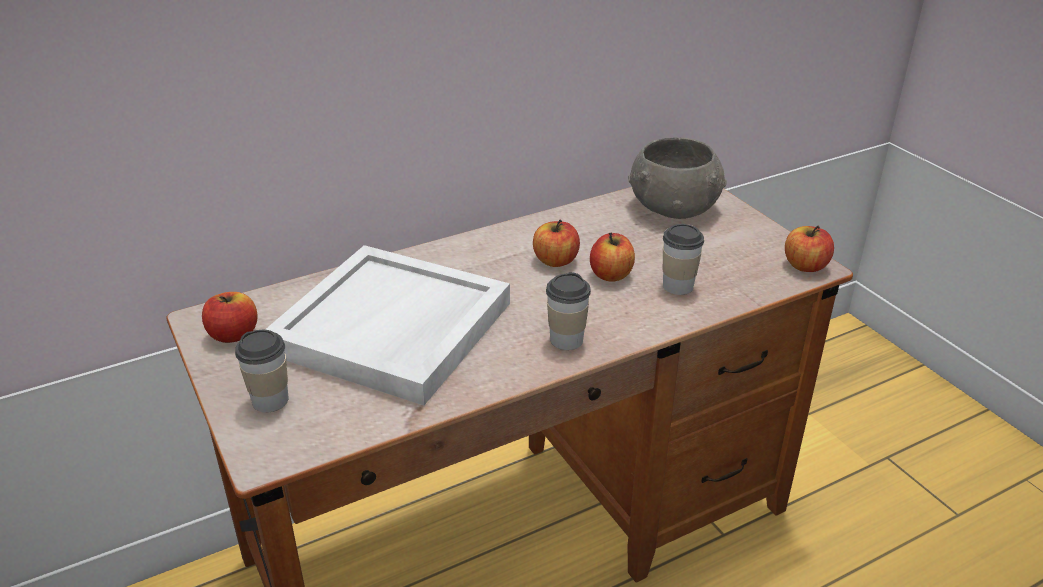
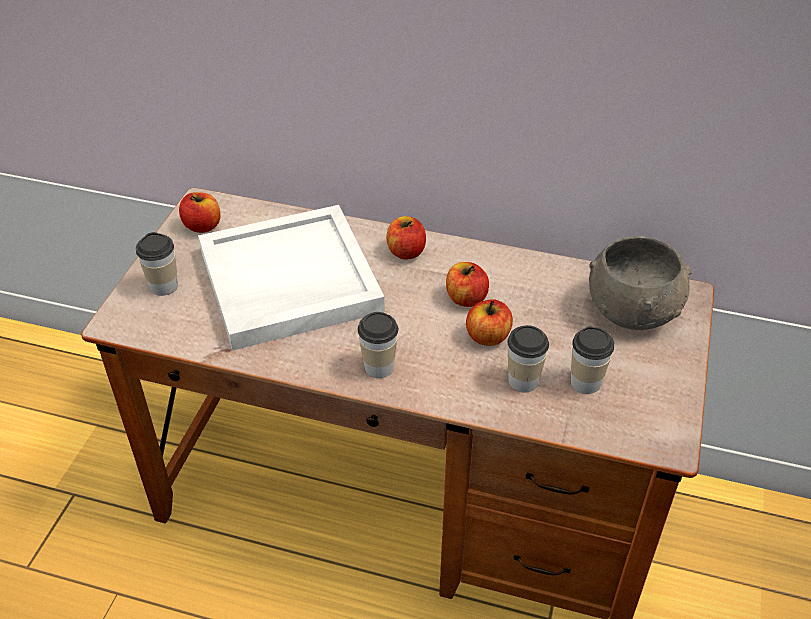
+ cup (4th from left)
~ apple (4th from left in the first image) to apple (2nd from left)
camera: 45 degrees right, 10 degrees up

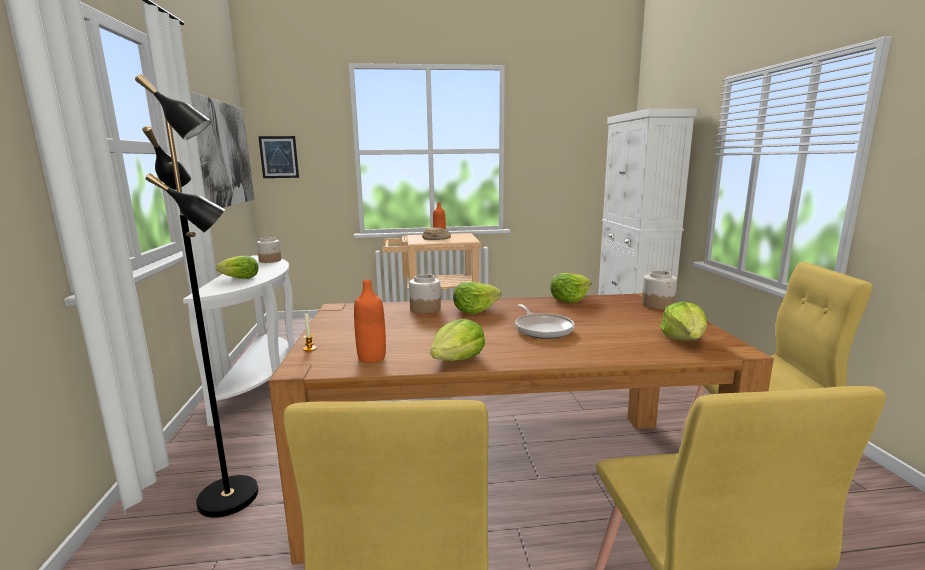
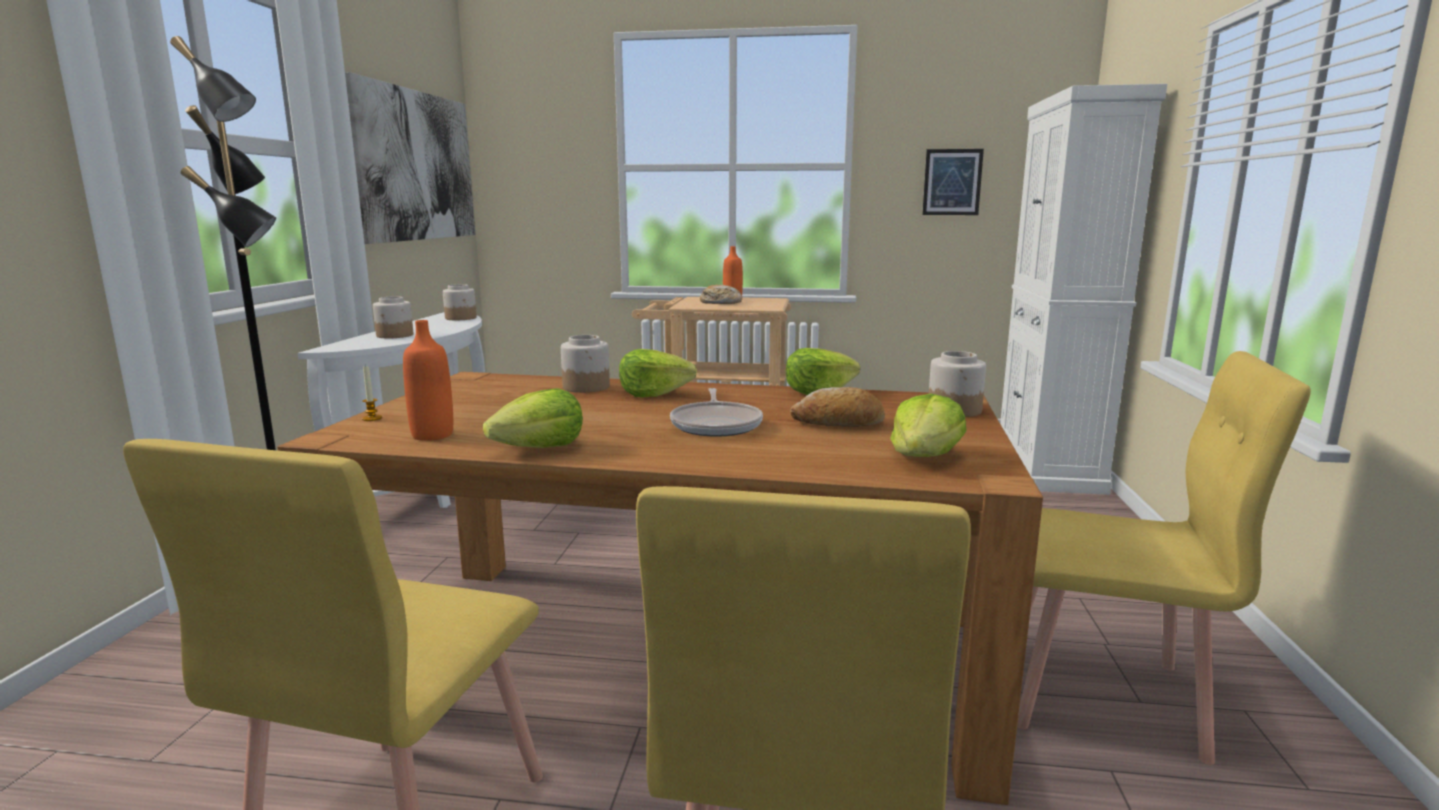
+ bread (2nd from left)
~ picture (2nd from left)
~ lettuce (1st from left) to jar (1st from left)
camera: 15 degrees right, 0 degrees up

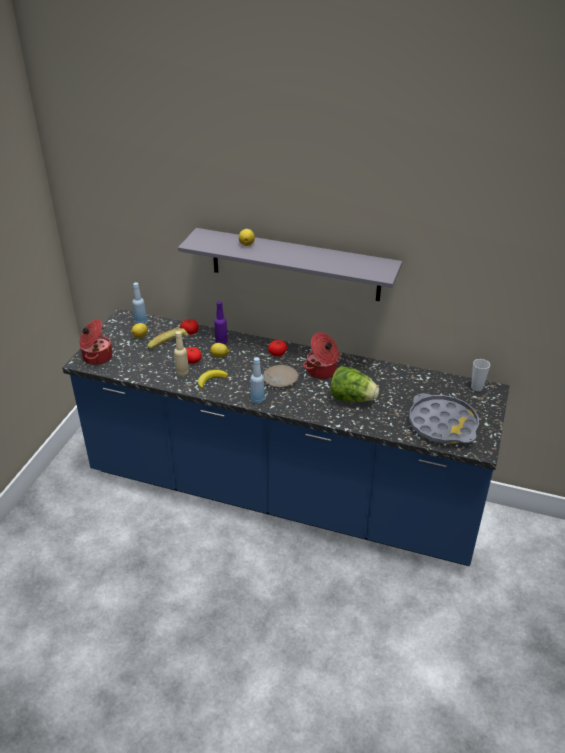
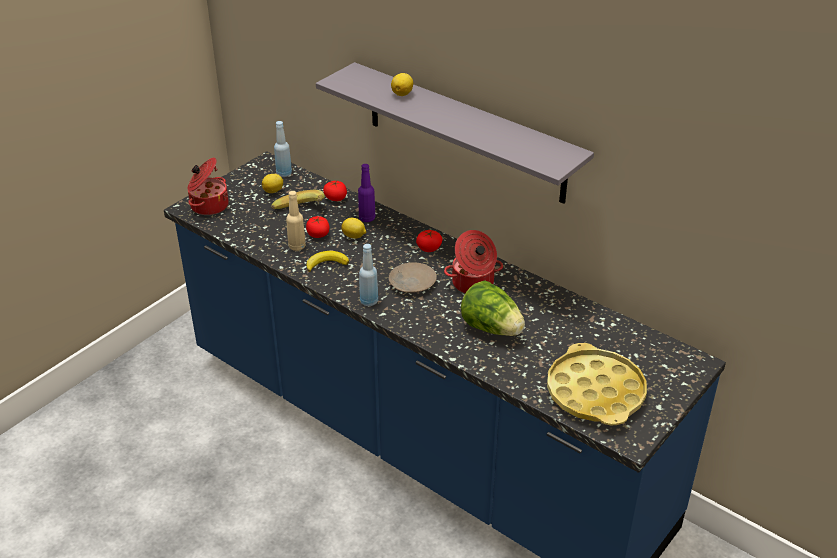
- cup
~ grey tray to yellow tray
camera: 20 degrees right, 0 degrees up

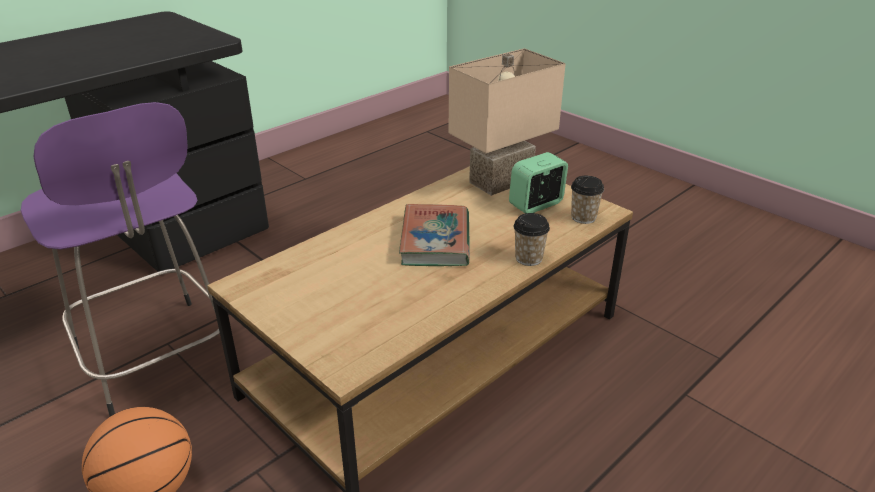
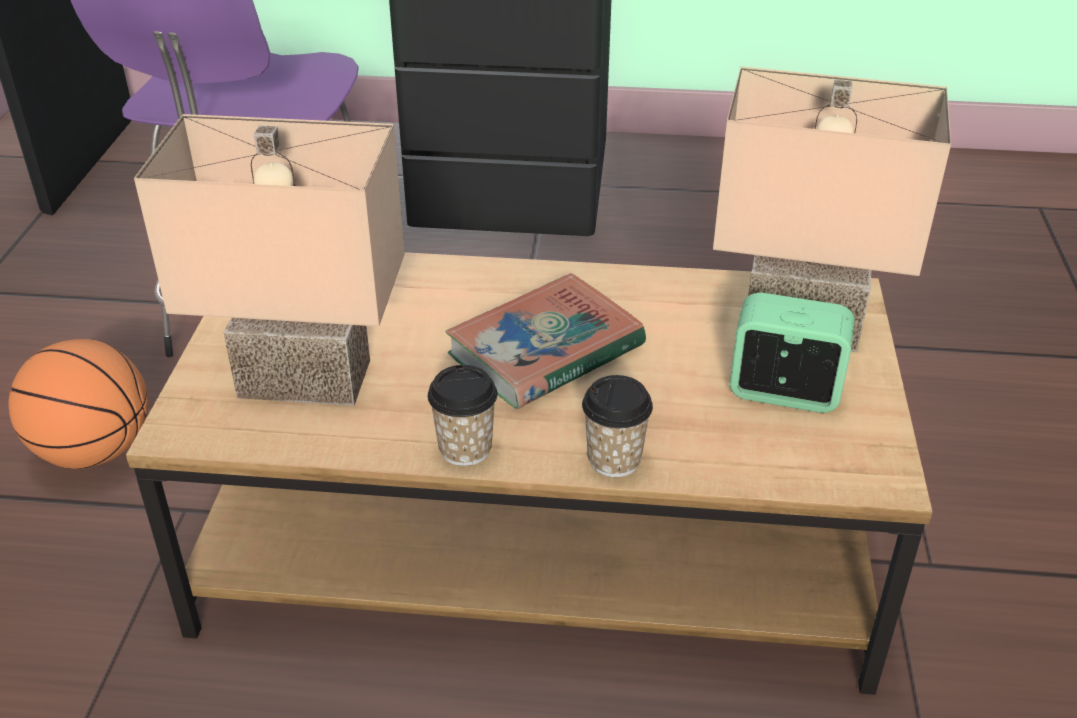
+ beige table lamp (1st from left)
~ cup (2nd from left in the first image) to cup (1st from left)
camera: 50 degrees right, 5 degrees up

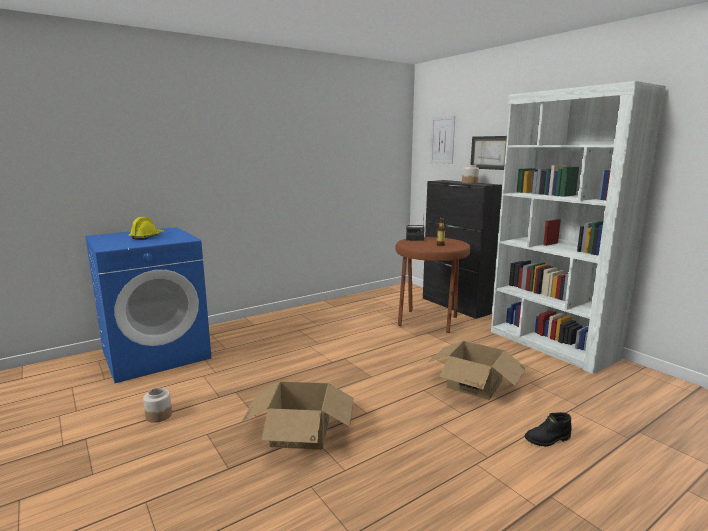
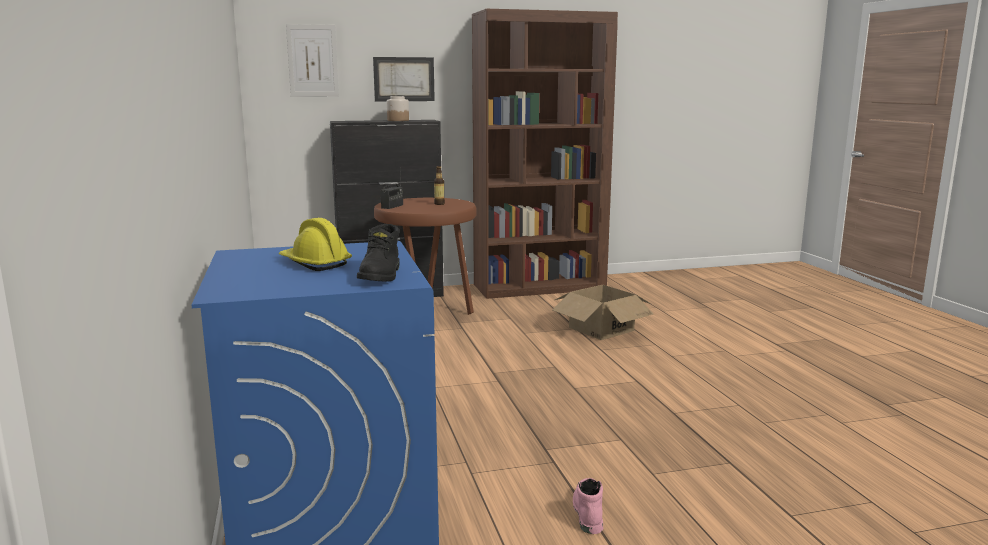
- cardboard box (1st from left)
~ black boot
~ jar (1st from left) to pink boot
~ white bookcase to brown bookcase
camera: 70 degrees left, 0 degrees up

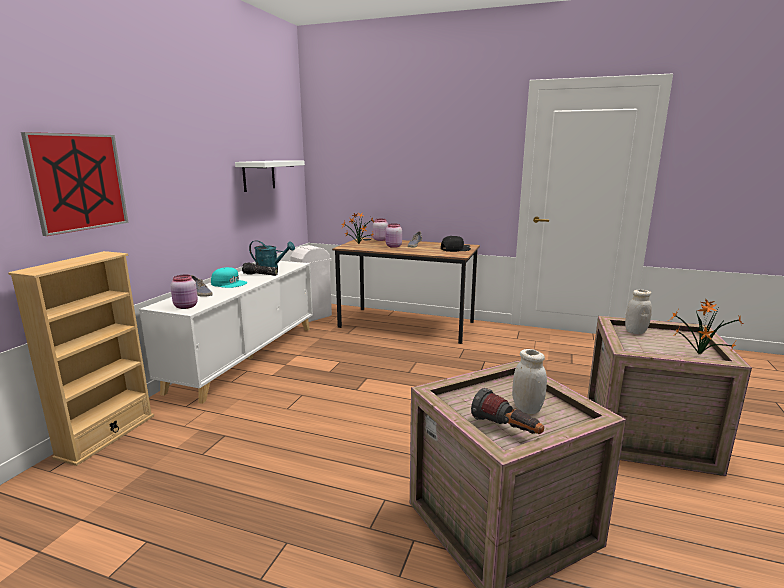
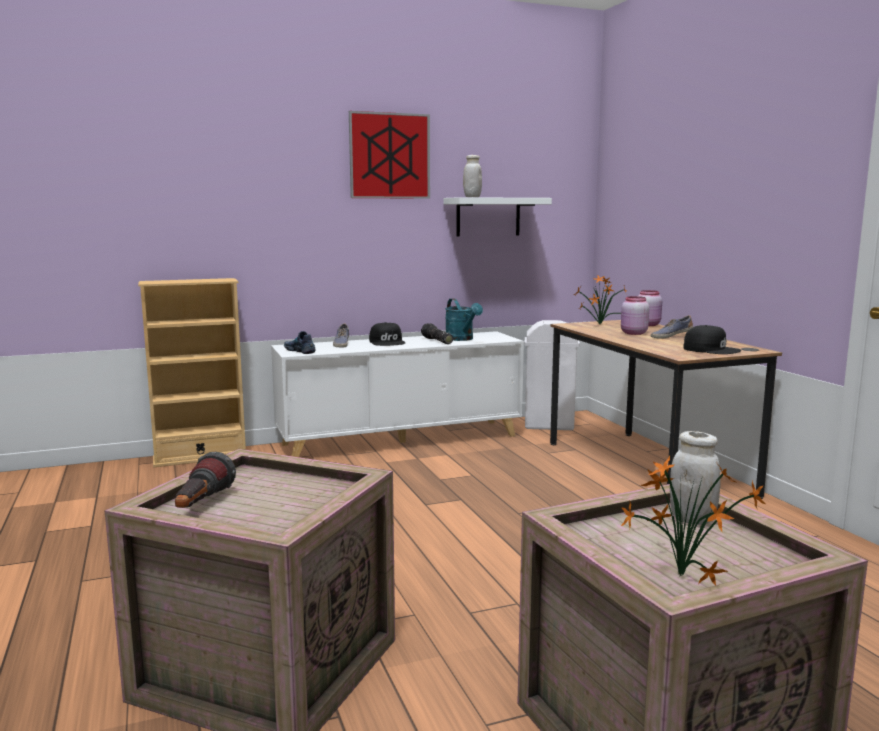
~ picture
~ white jar (1st from left)
~ pink jar (1st from left) to shoe (1st from left)
~ turquoise cap to black cap (1st from left)
camera: 50 degrees right, 5 degrees down

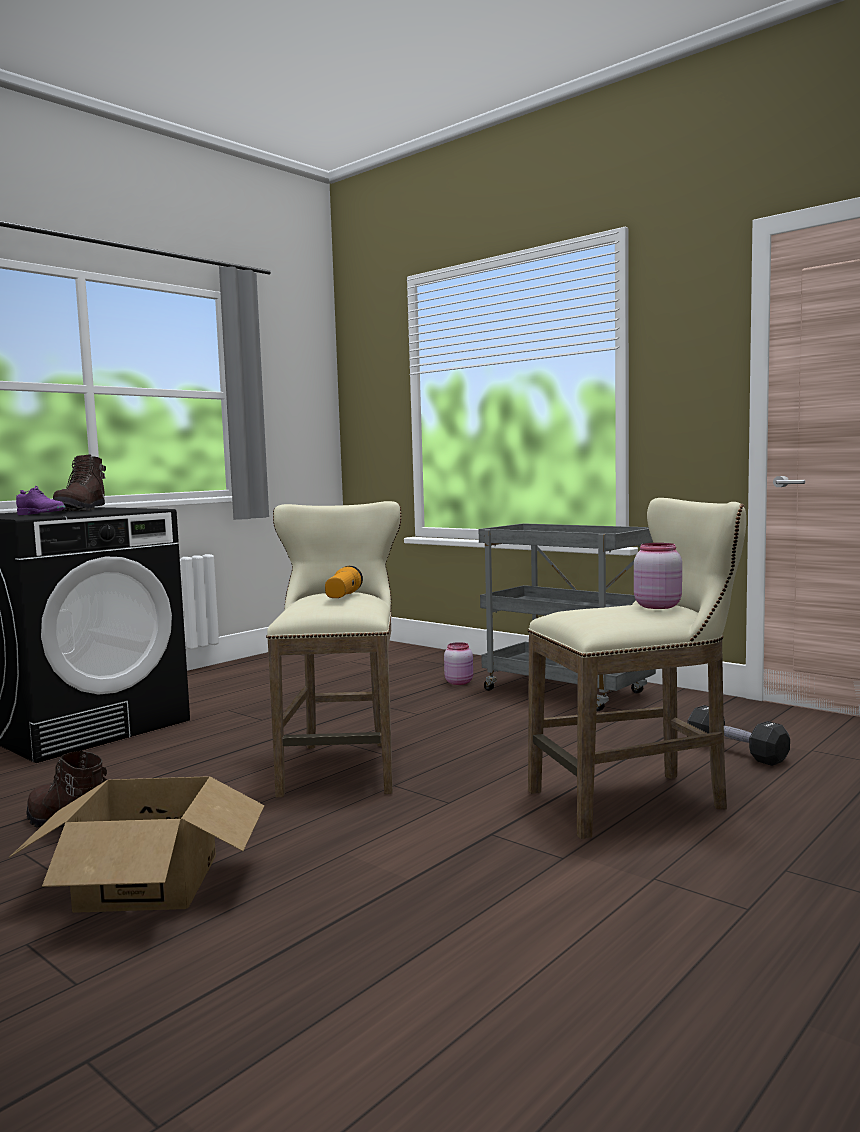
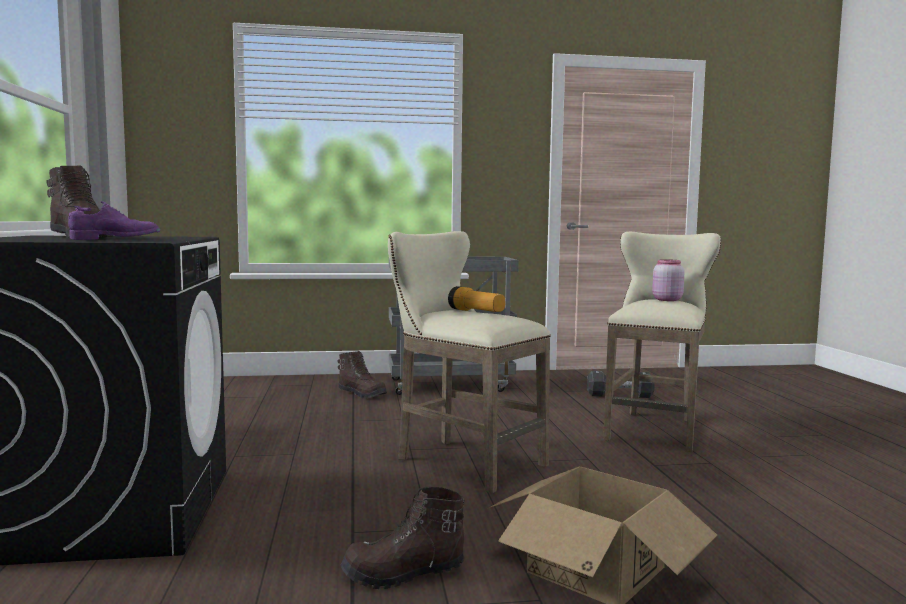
~ pink jar (1st from left) to brown boot (2nd from left)
camera: 50 degrees left, 0 degrees up

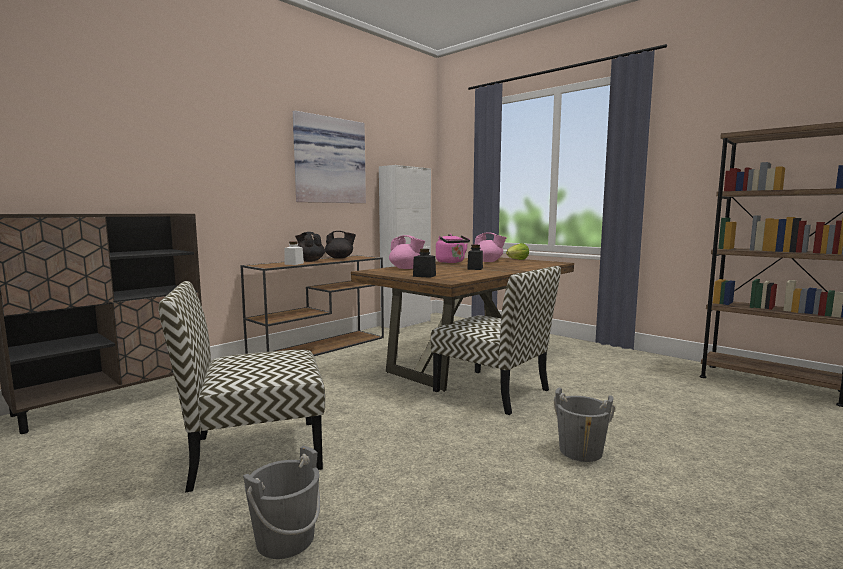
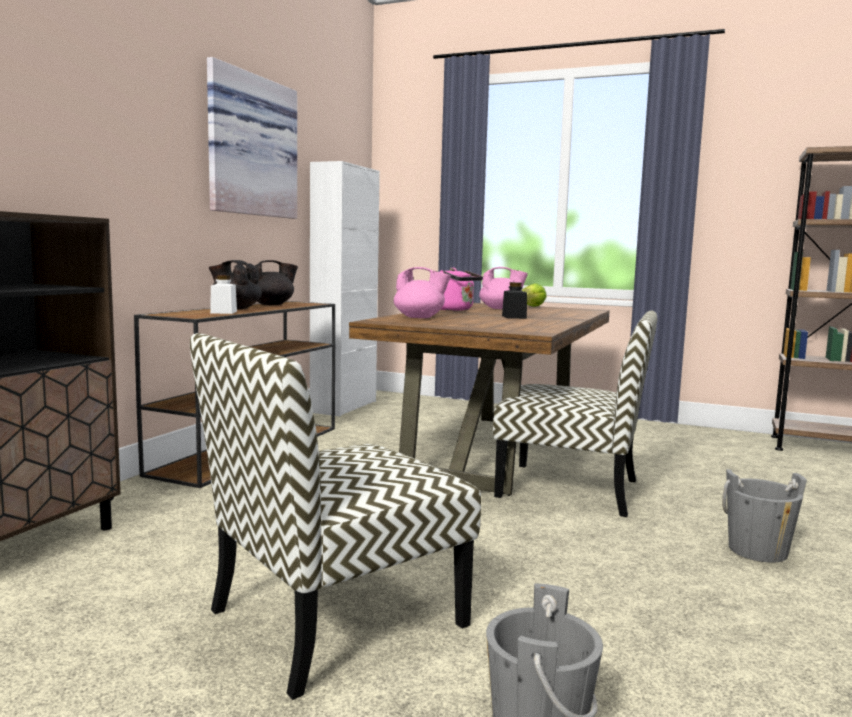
- black jar (1st from left)
camera: 20 degrees left, 0 degrees up

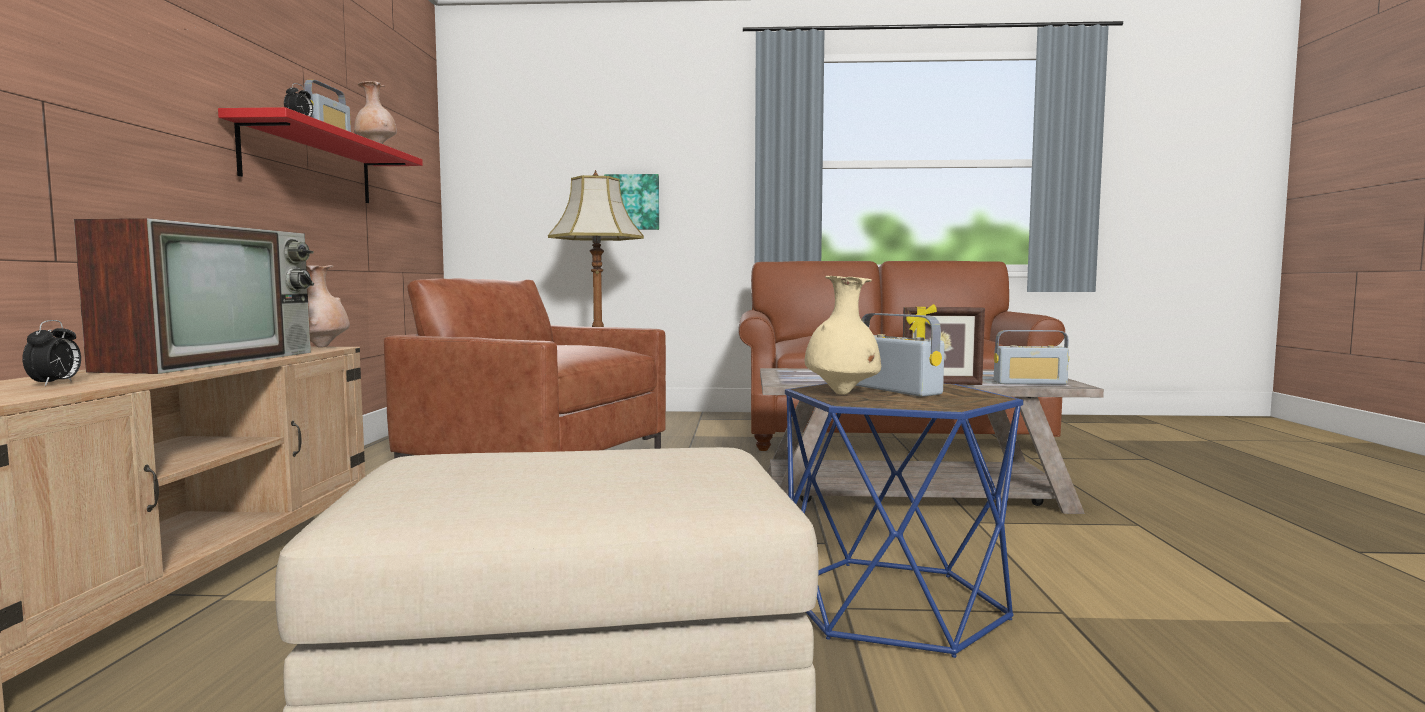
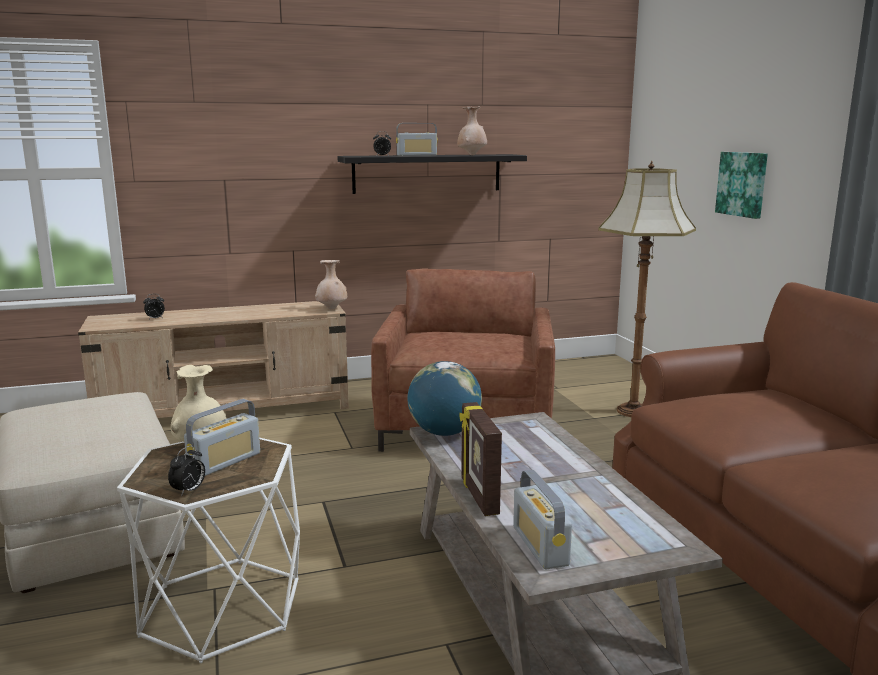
- television
+ alarm clock (2nd from left)
+ globe
~ red shelf to black shelf
~ blue side table to white side table
camera: 70 degrees right, 10 degrees up

